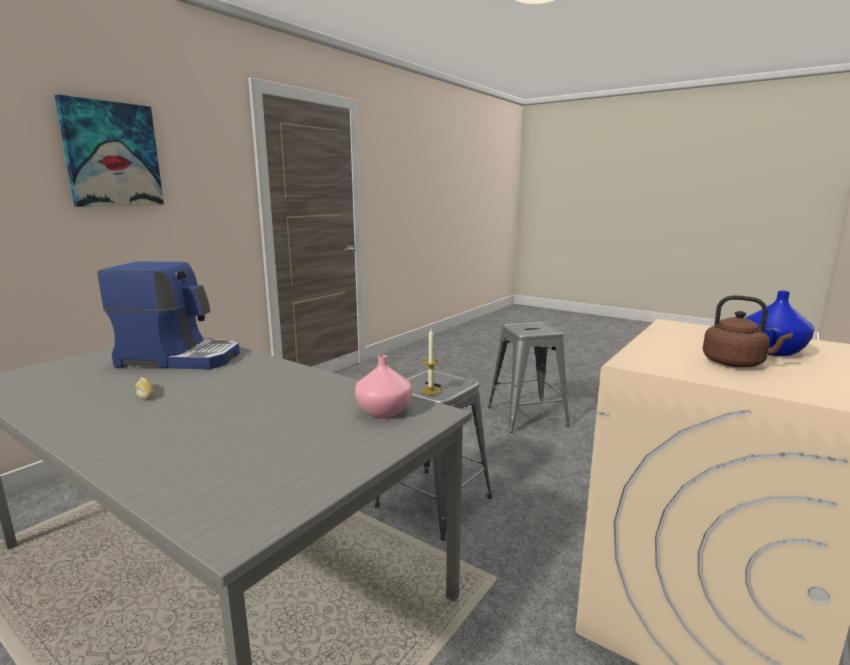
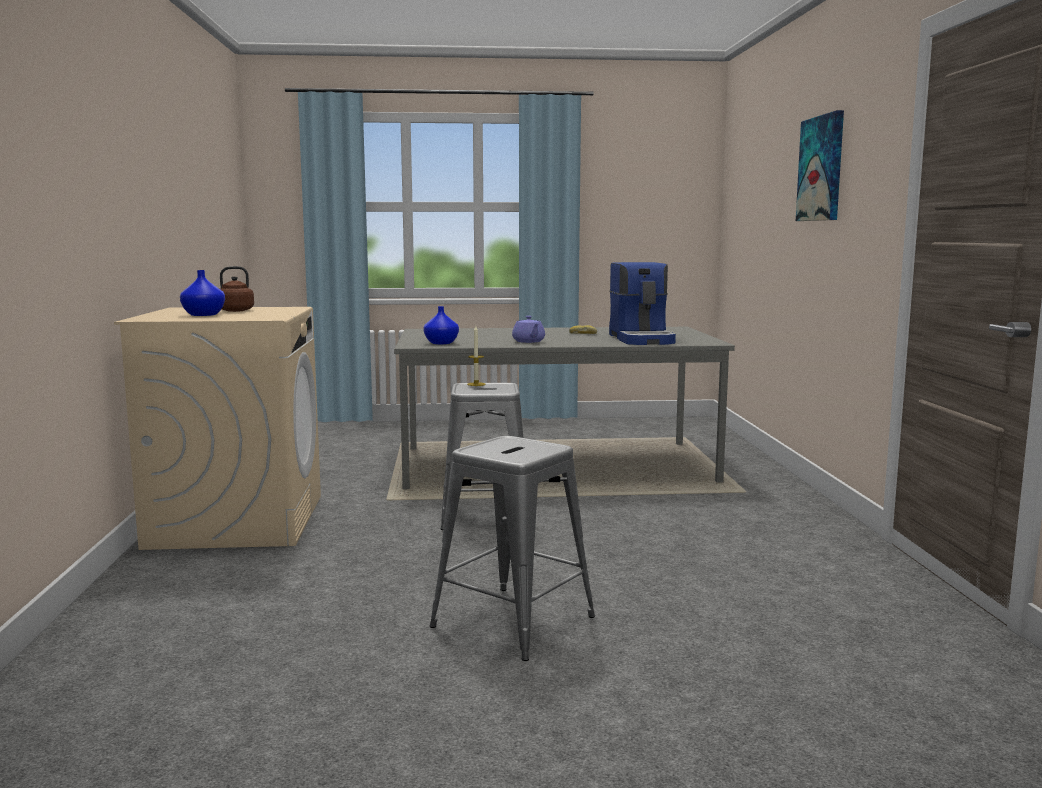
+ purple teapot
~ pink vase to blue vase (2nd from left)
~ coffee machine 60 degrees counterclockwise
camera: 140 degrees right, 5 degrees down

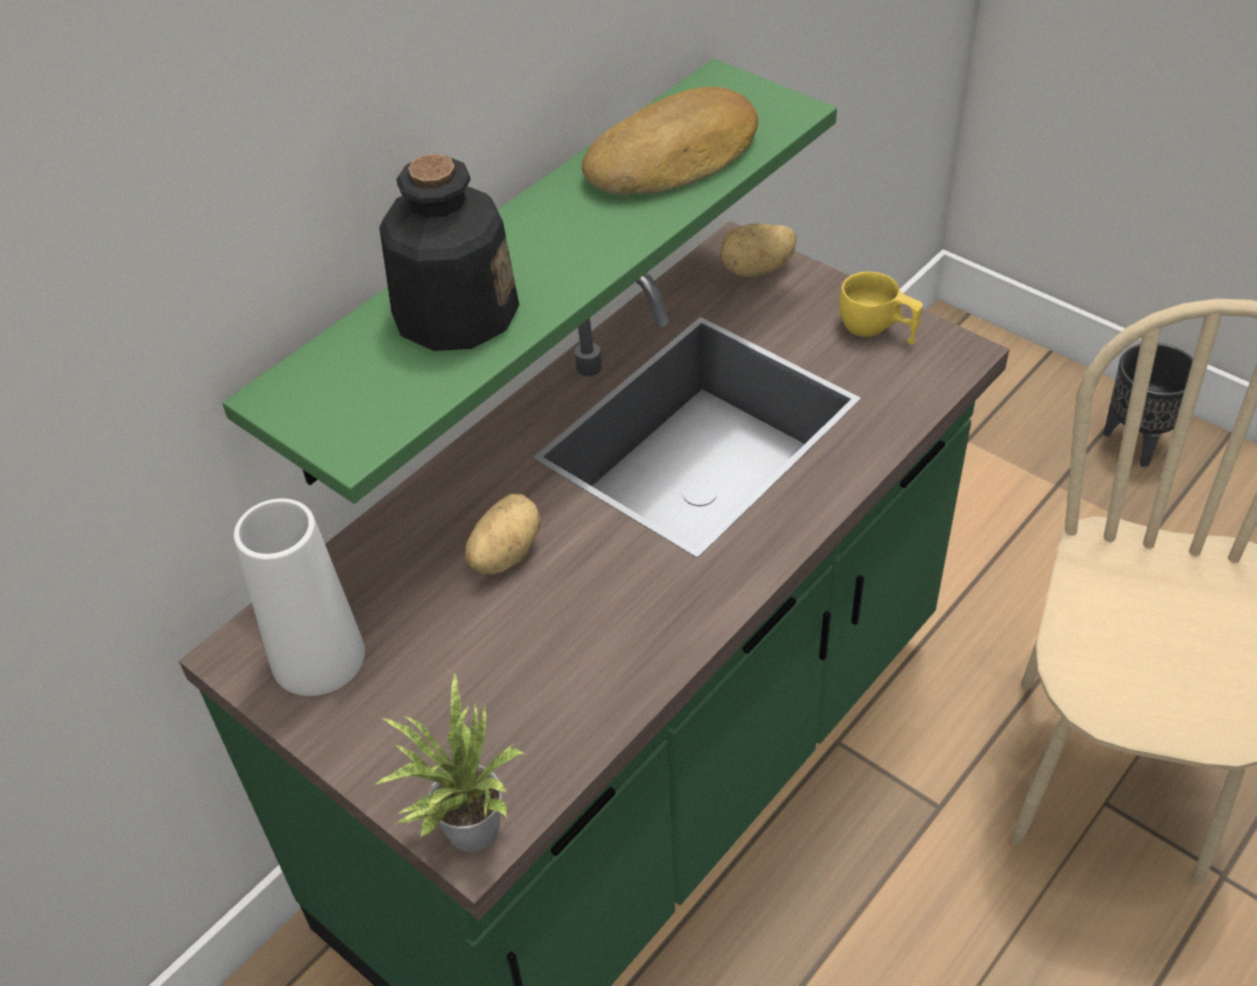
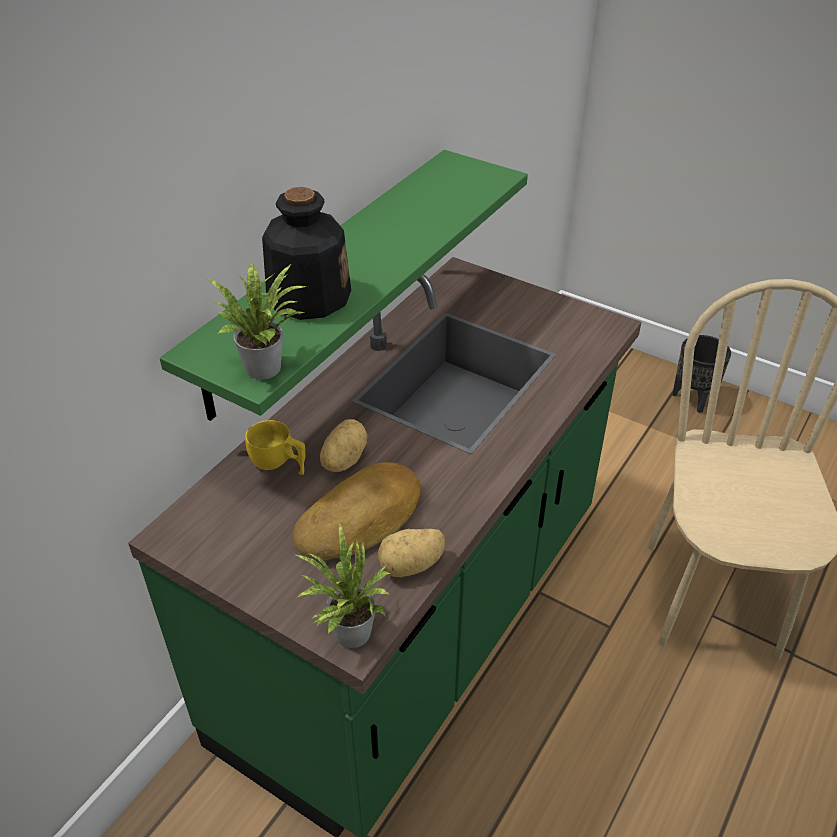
- white vase
+ potted plant (1st from left)
~ bread
~ potato (2nd from left)
~ yellow cup
camera: 10 degrees left, 5 degrees down

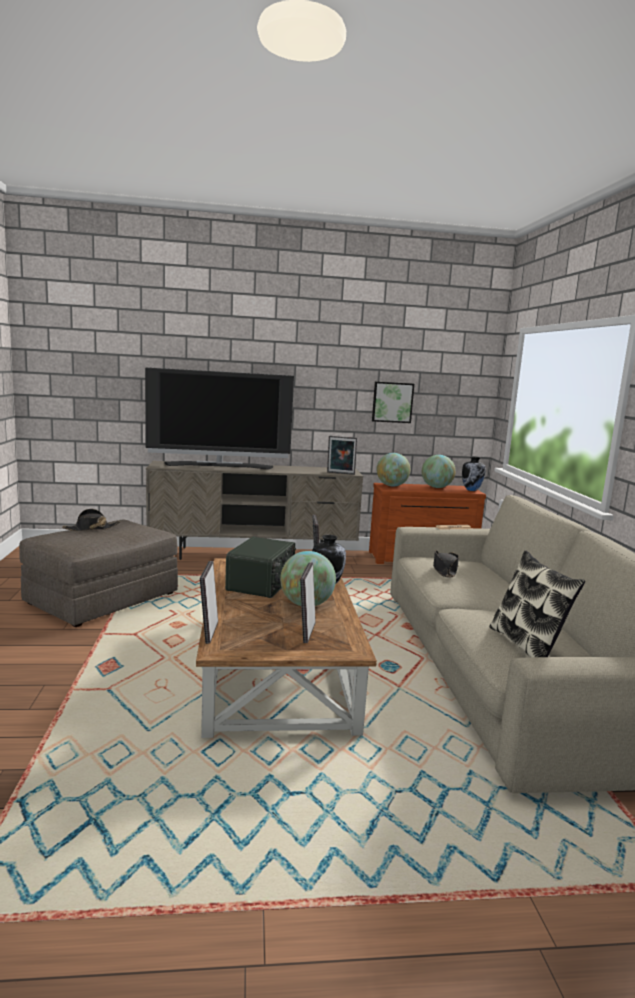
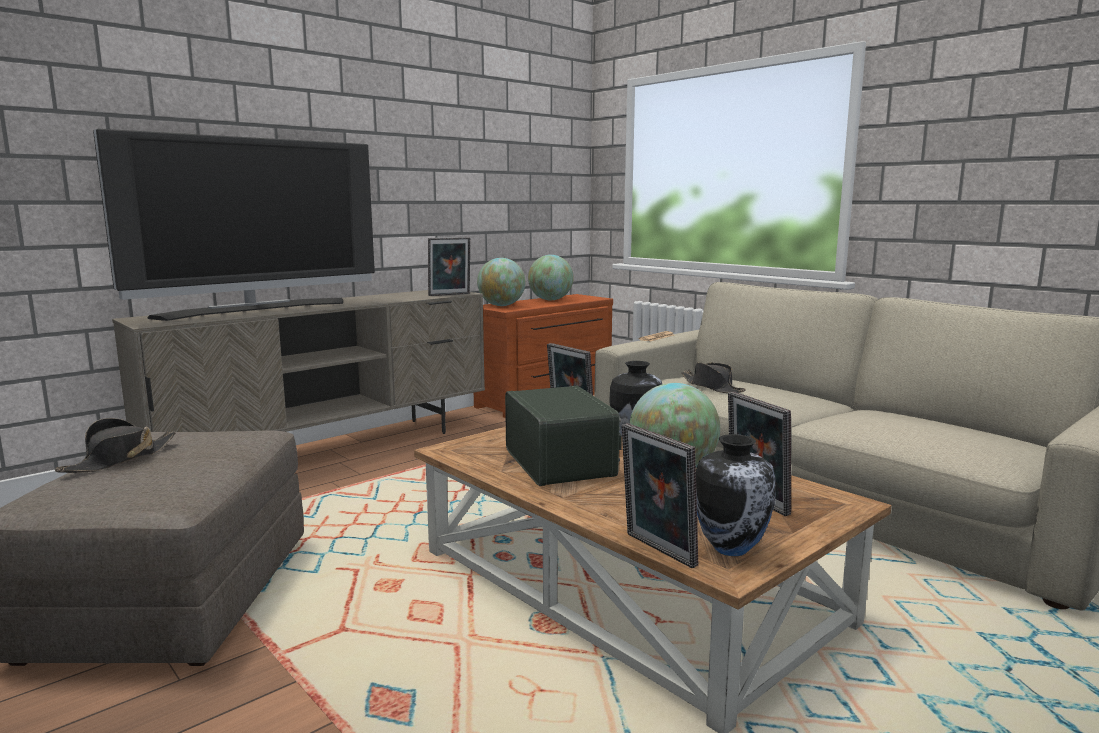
- picture
- pillow
~ vase (2nd from left)
camera: 35 degrees left, 0 degrees up

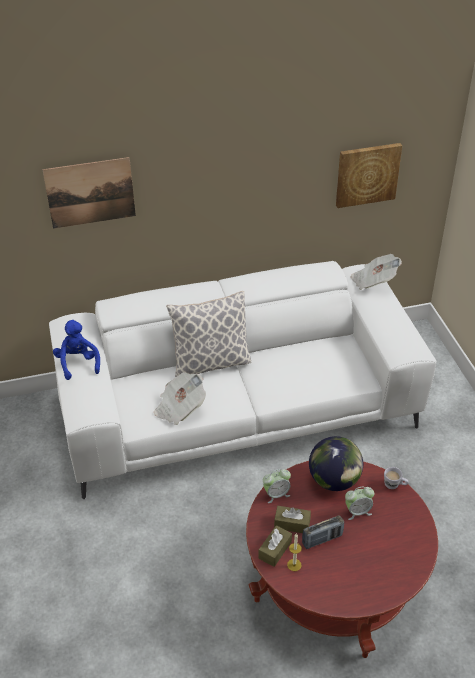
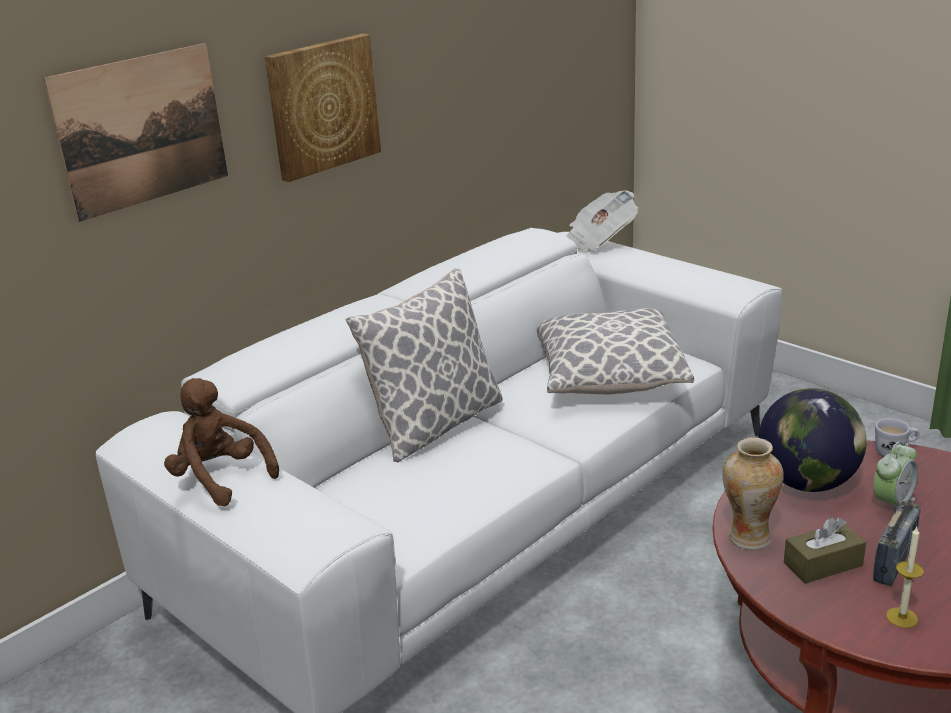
- newspaper (1st from left)
- brown tissue box (1st from left)
+ pillow (2nd from left)
~ picture (2nd from left)
~ alarm clock (1st from left) to vase
~ blue plush toy to brown plush toy
camera: 30 degrees left, 15 degrees down

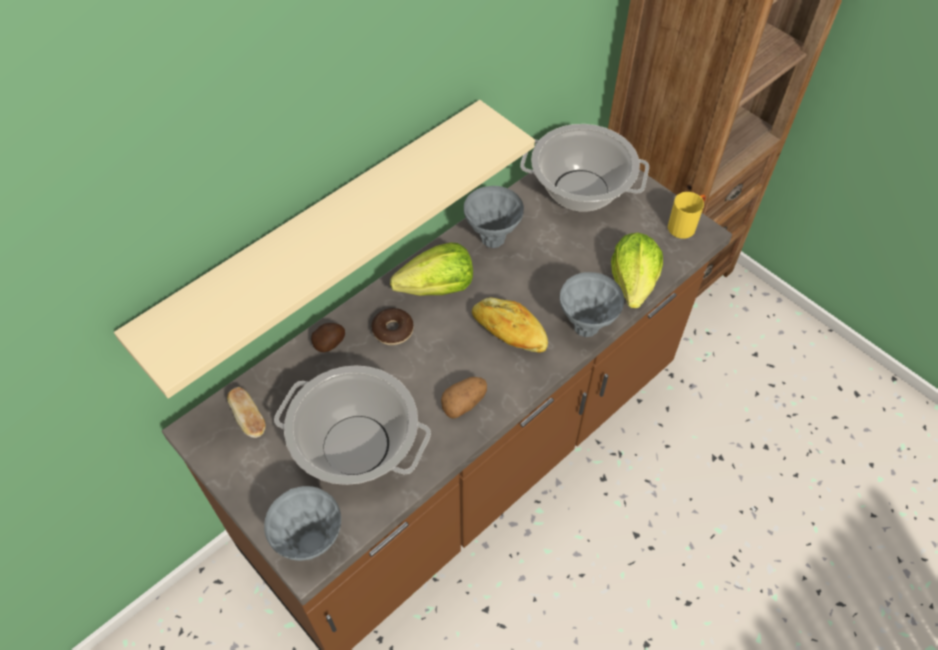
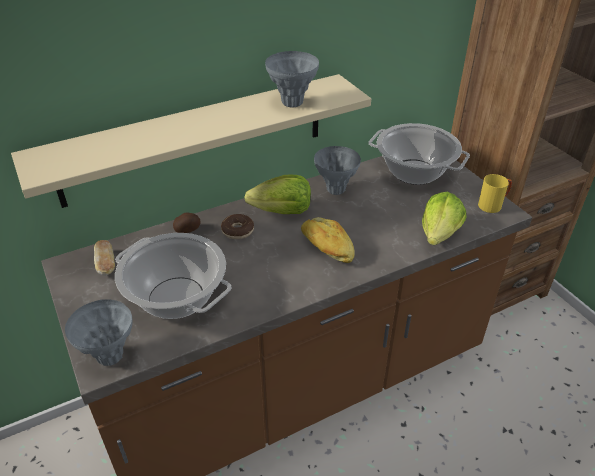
- potato (2nd from left)
~ grey vase (3rd from left in the first image) to grey vase (2nd from left)
camera: 15 degrees right, 15 degrees down

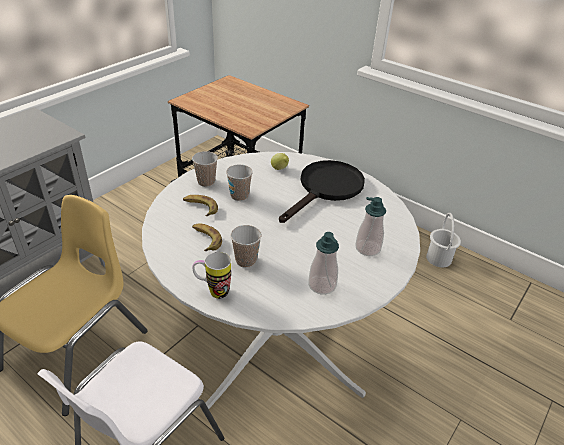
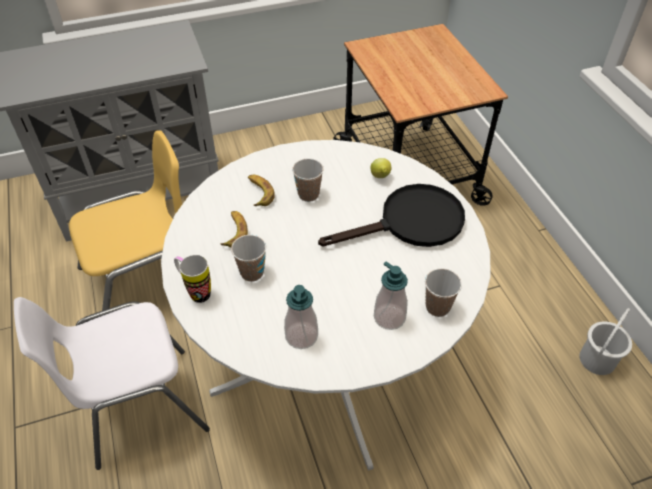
~ cup (1st from left in the first image) to cup (3rd from left)
camera: 35 degrees right, 10 degrees up

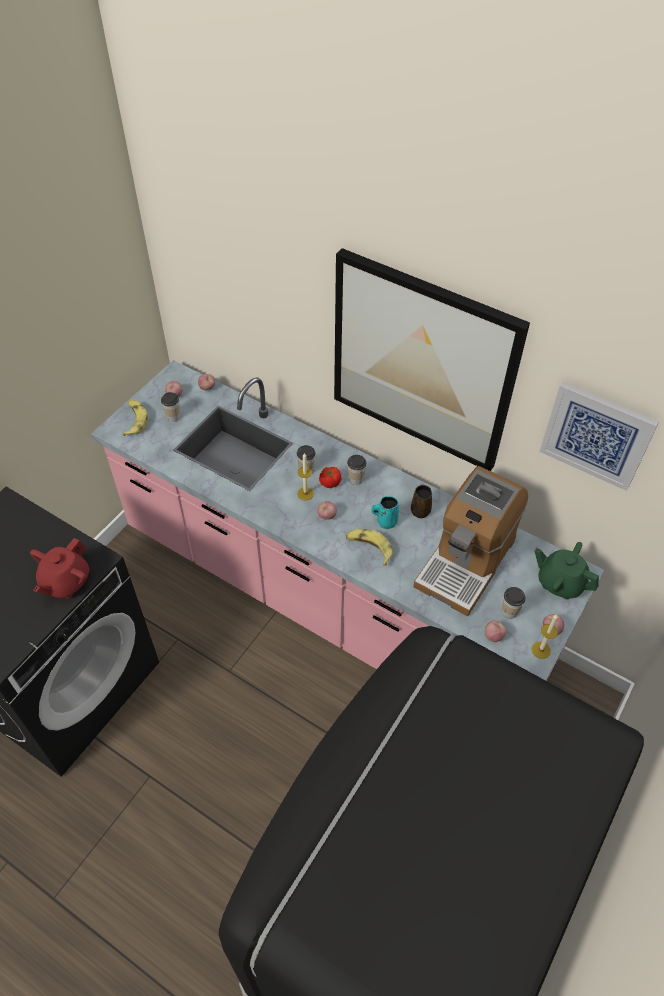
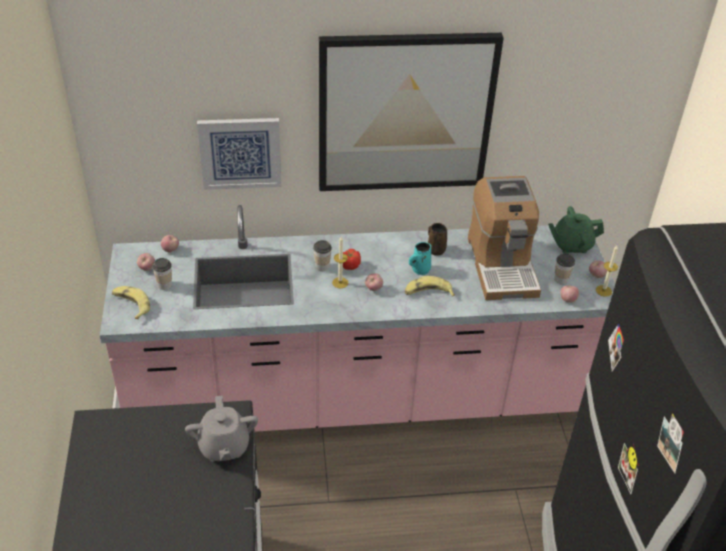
- cup (3rd from left)
~ picture (2nd from left in the first image) to picture (1st from left)
~ red teapot to grey teapot
camera: 40 degrees left, 10 degrees down

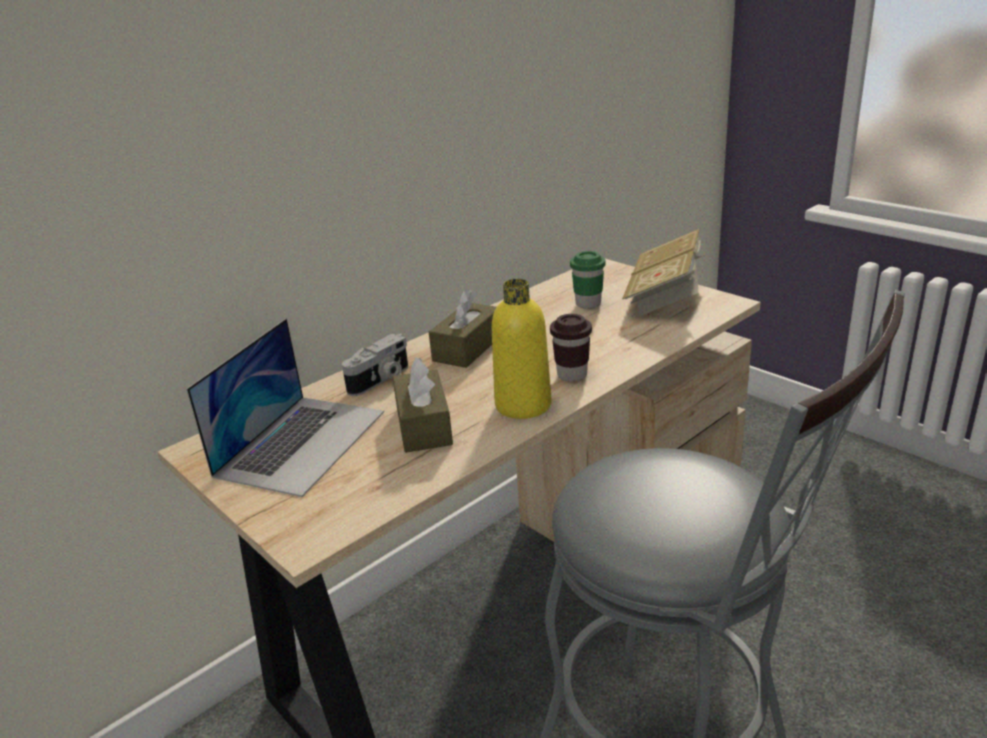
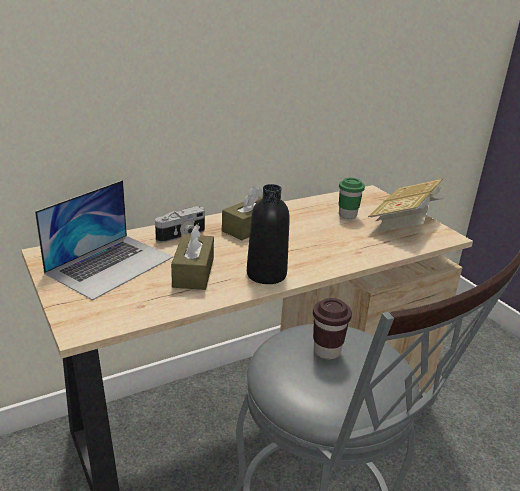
~ brown cup
~ yellow bottle to black bottle
camera: 10 degrees right, 0 degrees up

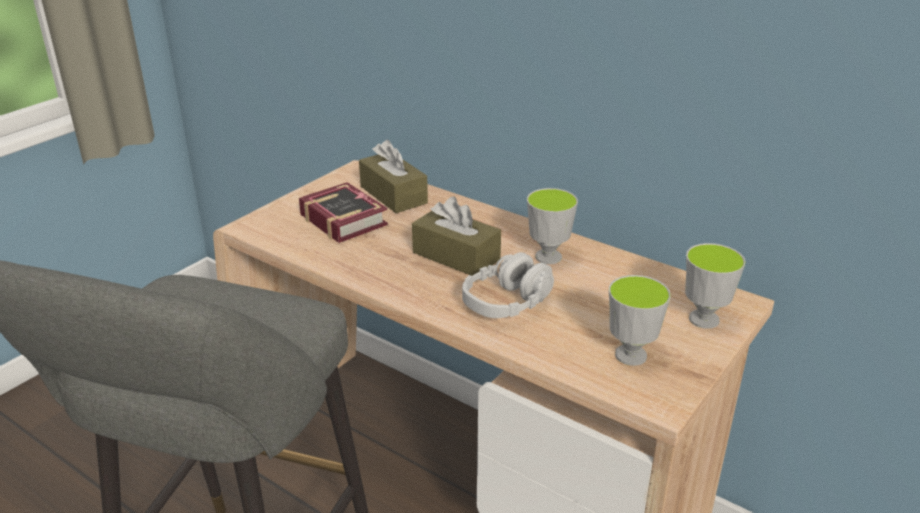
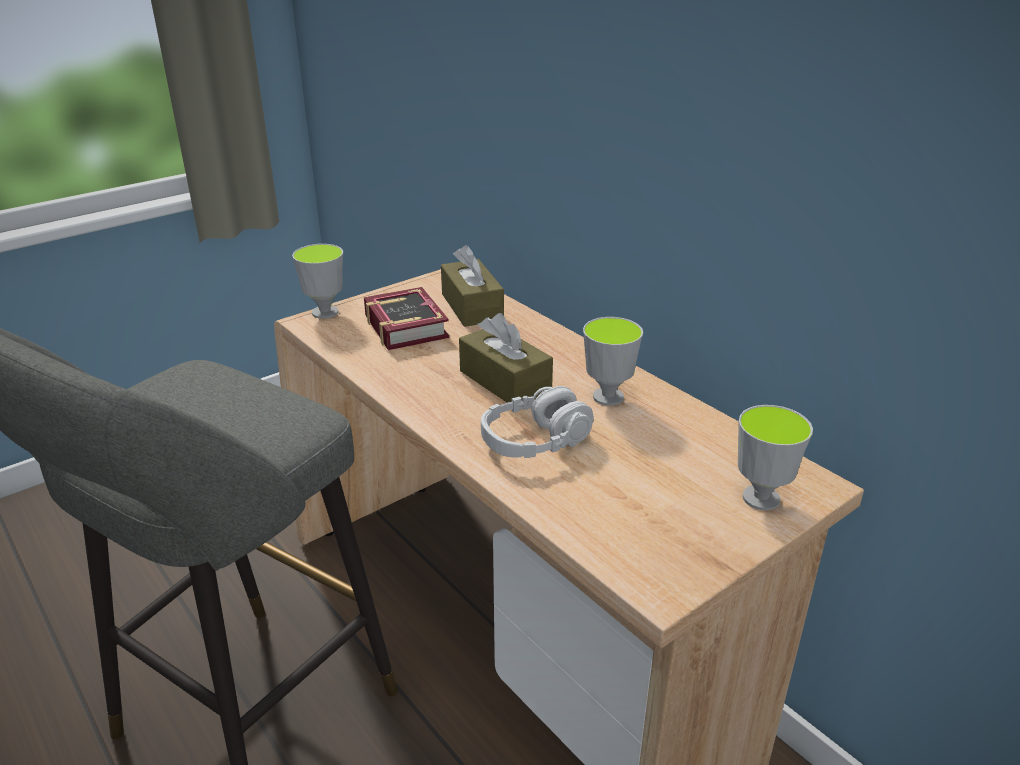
~ cup (2nd from left in the first image) to cup (1st from left)
camera: 15 degrees right, 0 degrees up

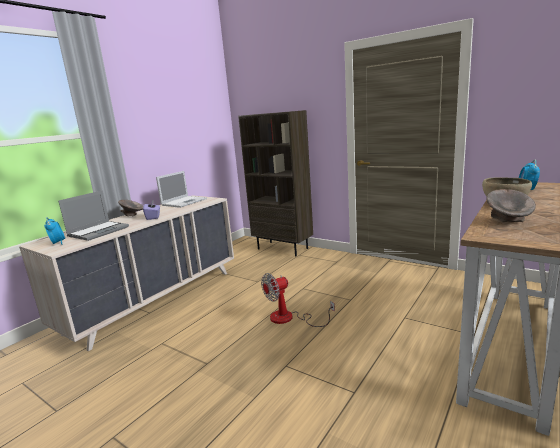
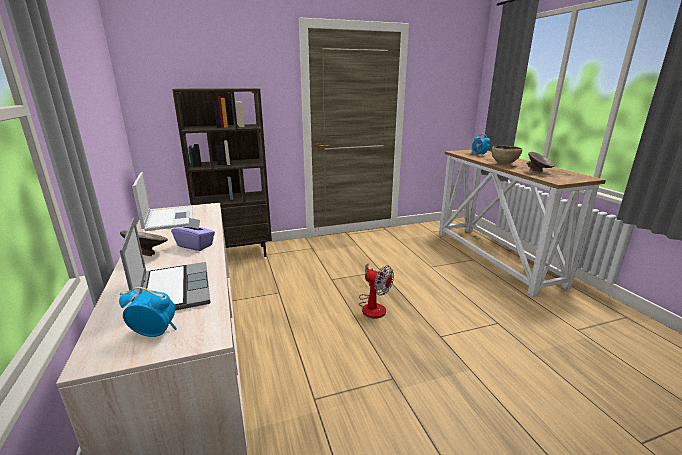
~ fan 60 degrees counterclockwise
camera: 55 degrees left, 5 degrees up

